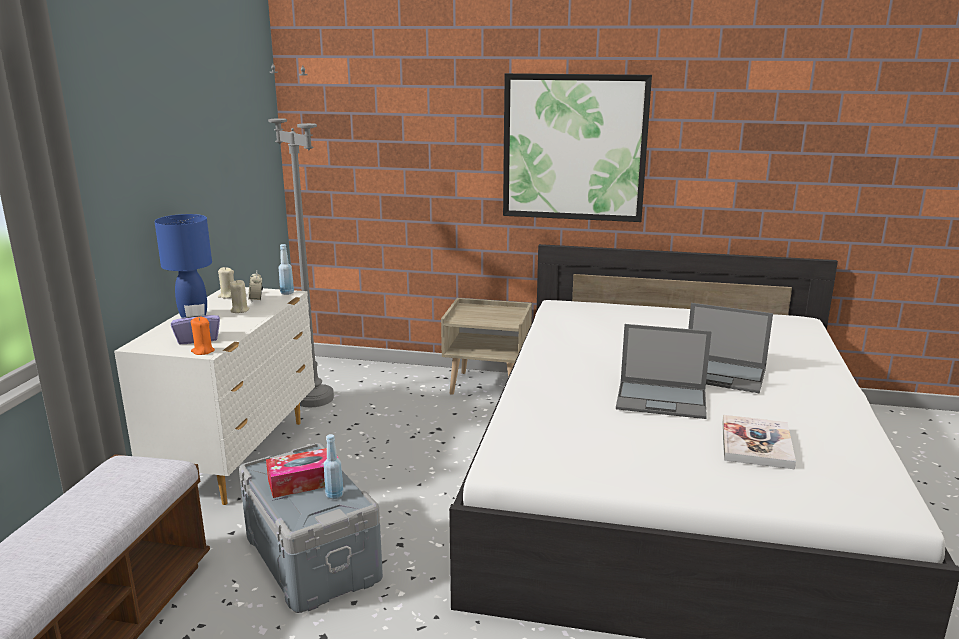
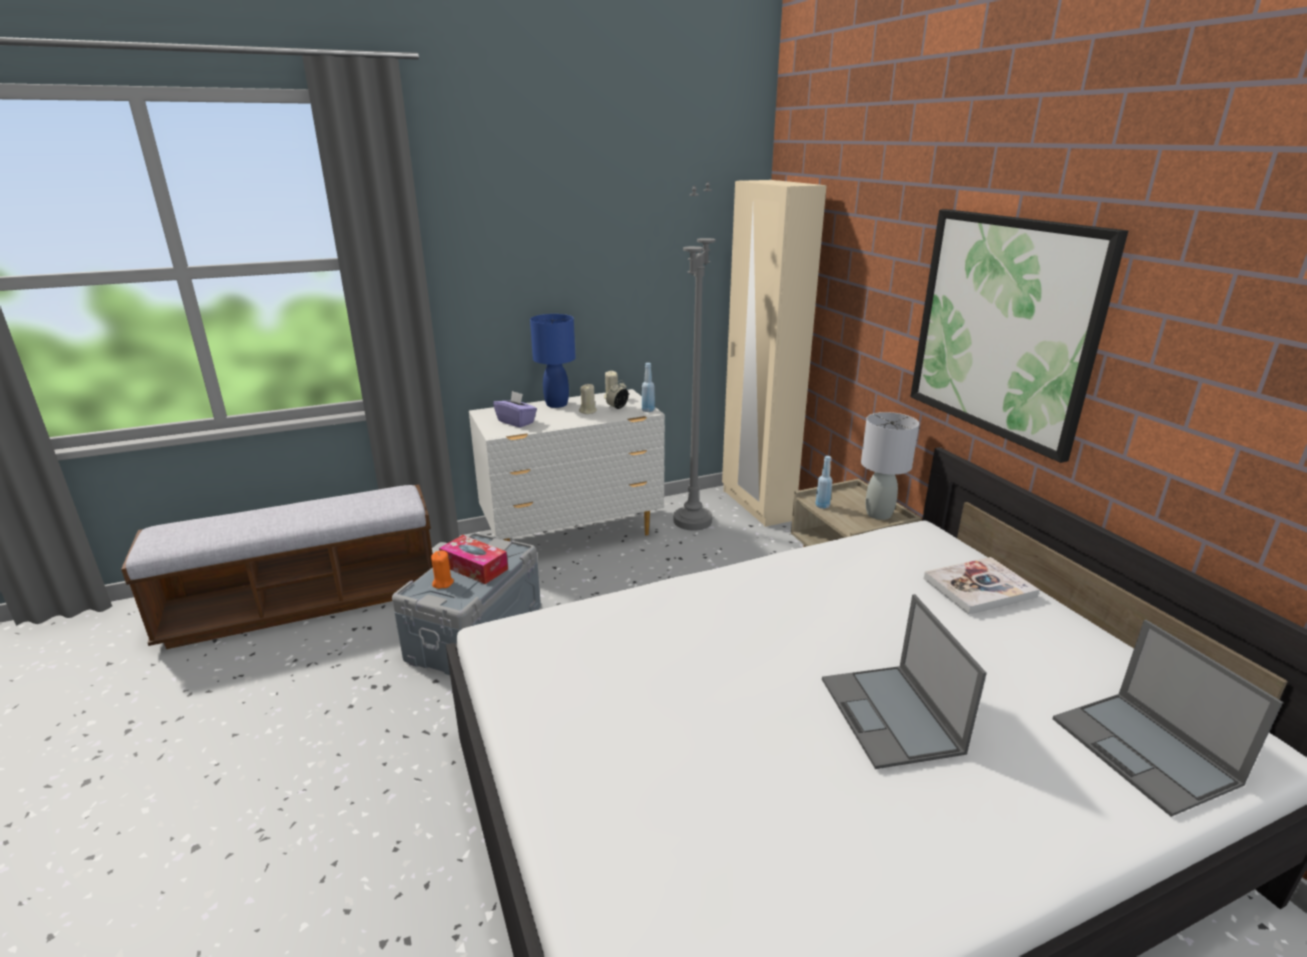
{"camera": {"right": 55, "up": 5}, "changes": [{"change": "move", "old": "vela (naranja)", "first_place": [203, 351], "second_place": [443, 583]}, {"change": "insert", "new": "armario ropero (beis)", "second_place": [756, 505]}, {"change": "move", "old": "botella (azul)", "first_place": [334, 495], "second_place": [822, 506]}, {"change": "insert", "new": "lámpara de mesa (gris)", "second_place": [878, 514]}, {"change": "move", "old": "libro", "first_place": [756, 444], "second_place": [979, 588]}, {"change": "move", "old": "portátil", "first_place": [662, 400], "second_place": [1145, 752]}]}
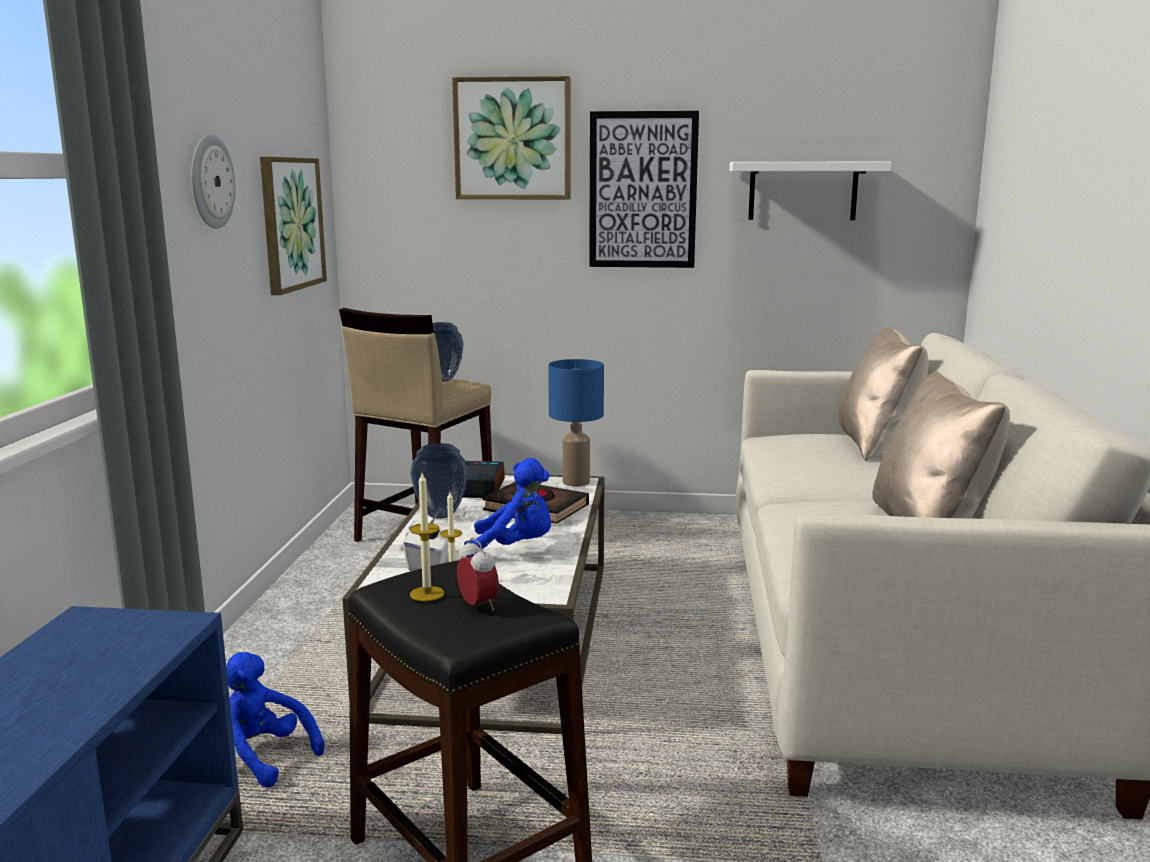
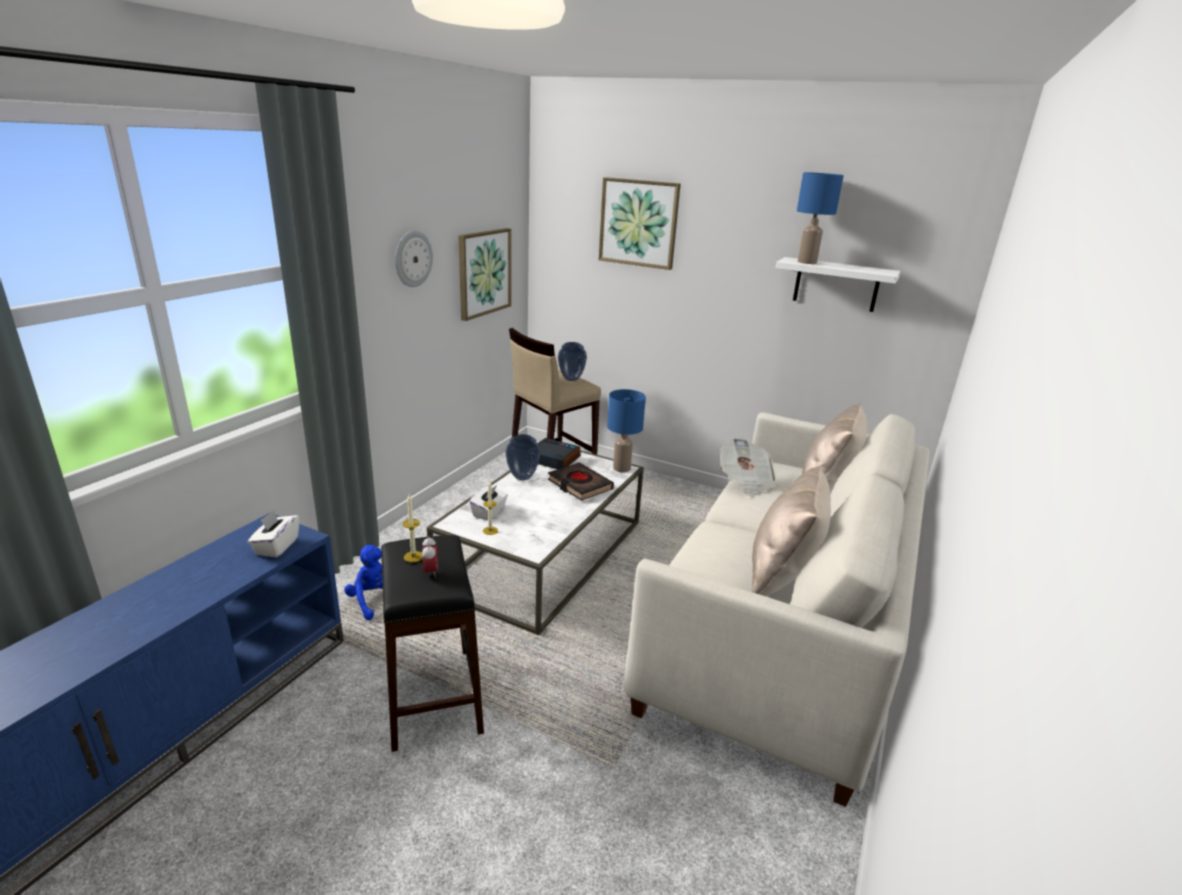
{"camera": {"right": 20, "up": 10}, "changes": [{"change": "insert", "new": "caja de pañuelos (blanco)", "second_place": [276, 546]}, {"change": "insert", "new": "periódico", "second_place": [745, 481]}, {"change": "insert", "new": "lámpara de mesa (azul)", "second_place": [807, 262]}, {"change": "delete", "old": "peluche (azul)", "first_place": [515, 548]}, {"change": "delete", "old": "cuadro", "first_place": [643, 190]}]}
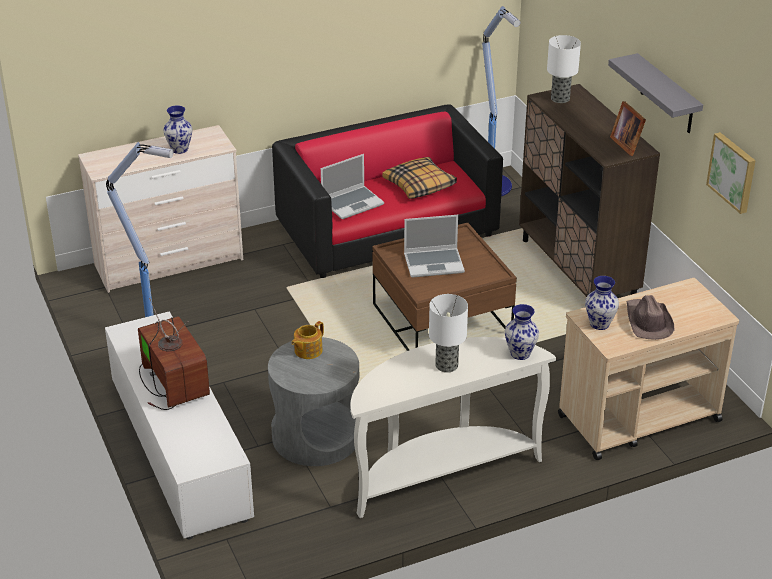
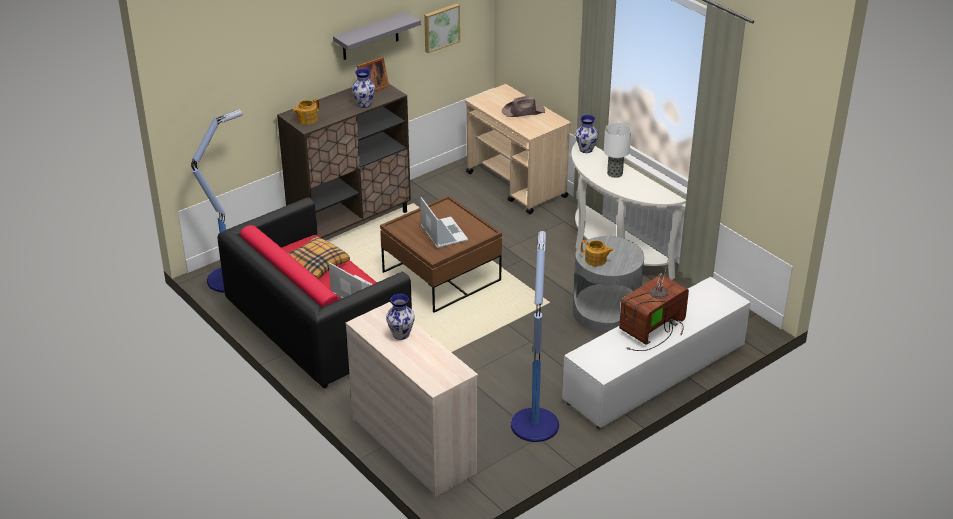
{"camera": {"right": -105, "up": 0}, "changes": [{"change": "replace", "old": "lámpara de mesa", "new": "tetera", "first_place": [560, 99], "second_place": [307, 119]}, {"change": "move", "old": "florero", "first_place": [600, 324], "second_place": [364, 104]}]}
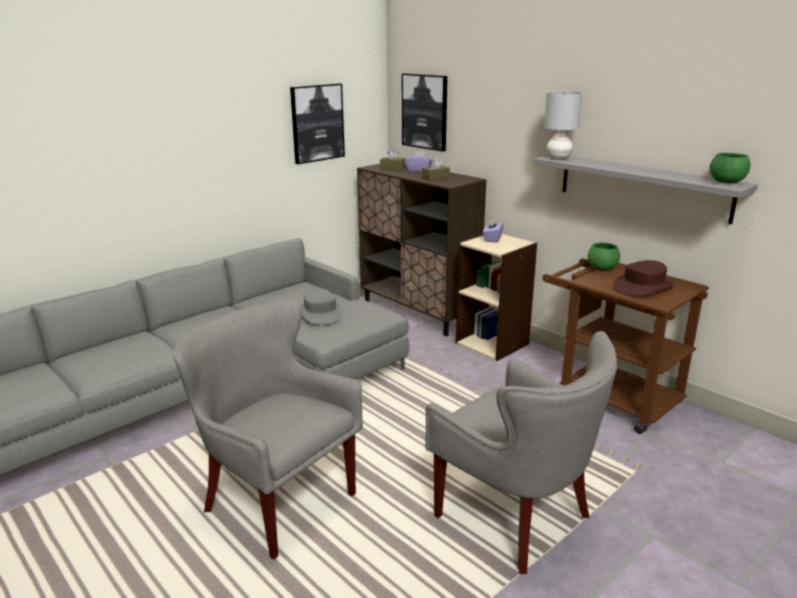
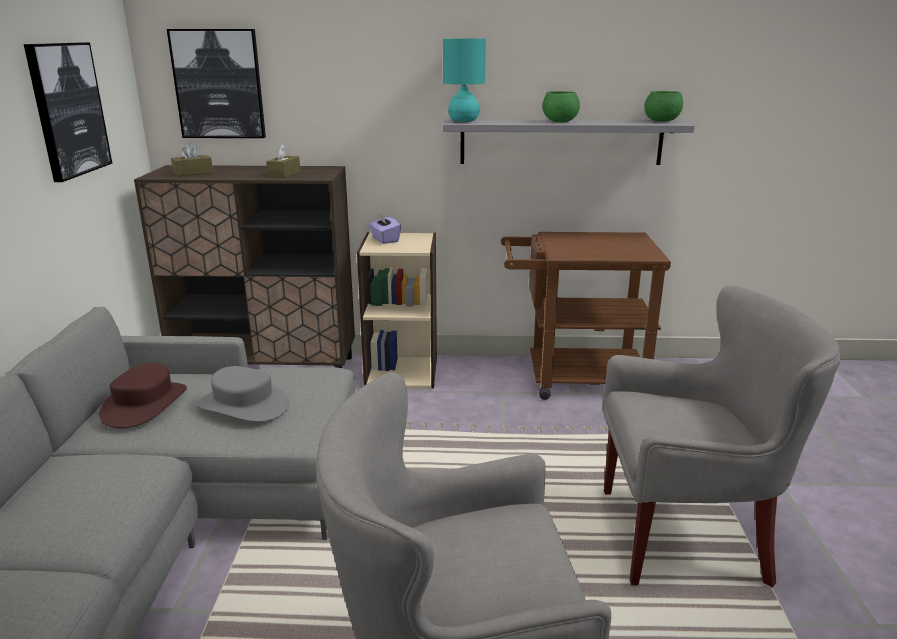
{"camera": {"right": -45, "up": 0}, "changes": [{"change": "move", "old": "sombrero (marrón)", "first_place": [643, 287], "second_place": [145, 404]}, {"change": "recolor", "old": "lámpara de mesa (gris)", "new": "lámpara de mesa (turquesa)", "first_place": [558, 157], "second_place": [463, 121]}, {"change": "move", "old": "cuenco (verde)", "first_place": [602, 268], "second_place": [560, 121]}, {"change": "delete", "old": "caja de pañuelos (morado)", "first_place": [419, 170]}]}
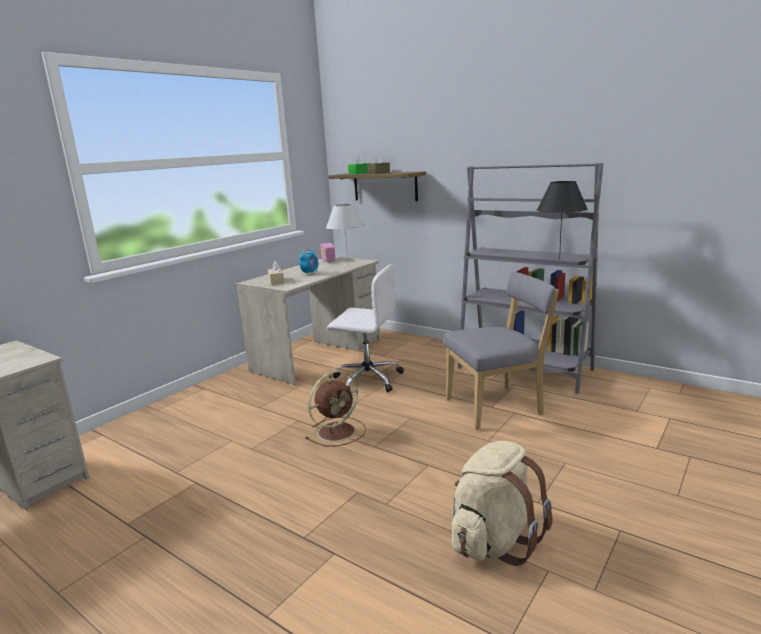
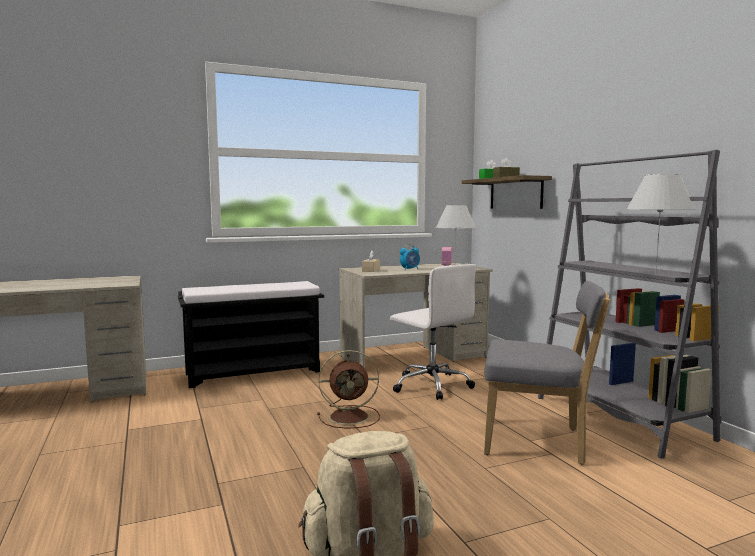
{"camera": {"right": 30, "up": -10}, "changes": [{"change": "insert", "new": "banco (negro)", "second_place": [254, 372]}, {"change": "recolor", "old": "lámpara de mesa (negro)", "new": "lámpara de mesa (blanco)", "first_place": [559, 259], "second_place": [655, 274]}]}
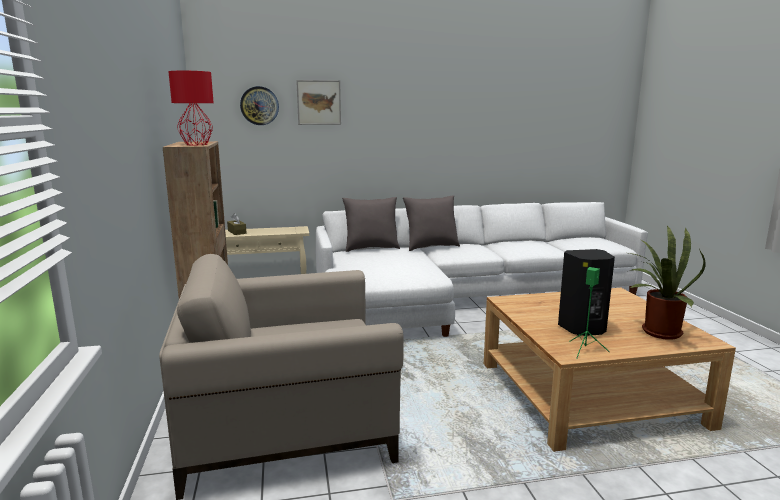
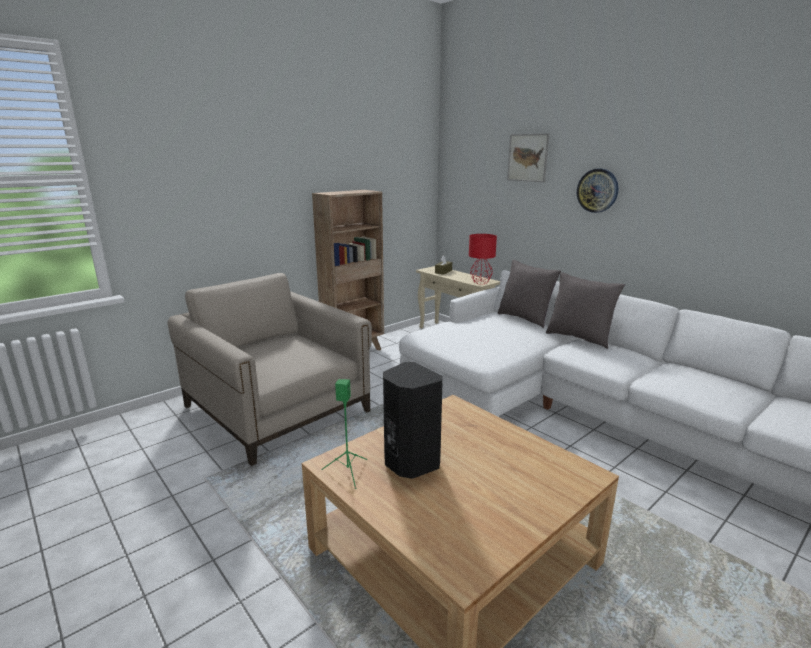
{"camera": {"right": 60, "up": 5}, "changes": [{"change": "move", "old": "lámpara de mesa (rojo)", "first_place": [197, 144], "second_place": [481, 282]}, {"change": "move", "old": "reloj de pared", "first_place": [259, 106], "second_place": [597, 190]}, {"change": "delete", "old": "planta en maceta", "first_place": [657, 332]}]}
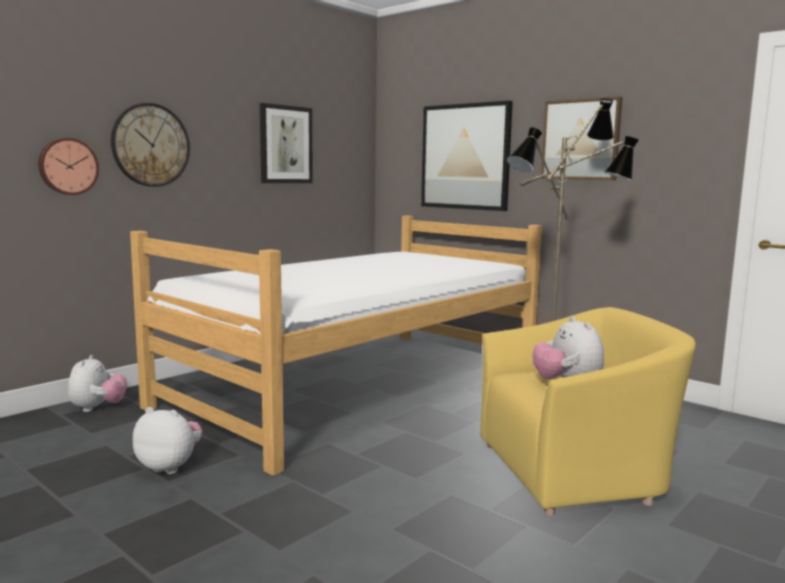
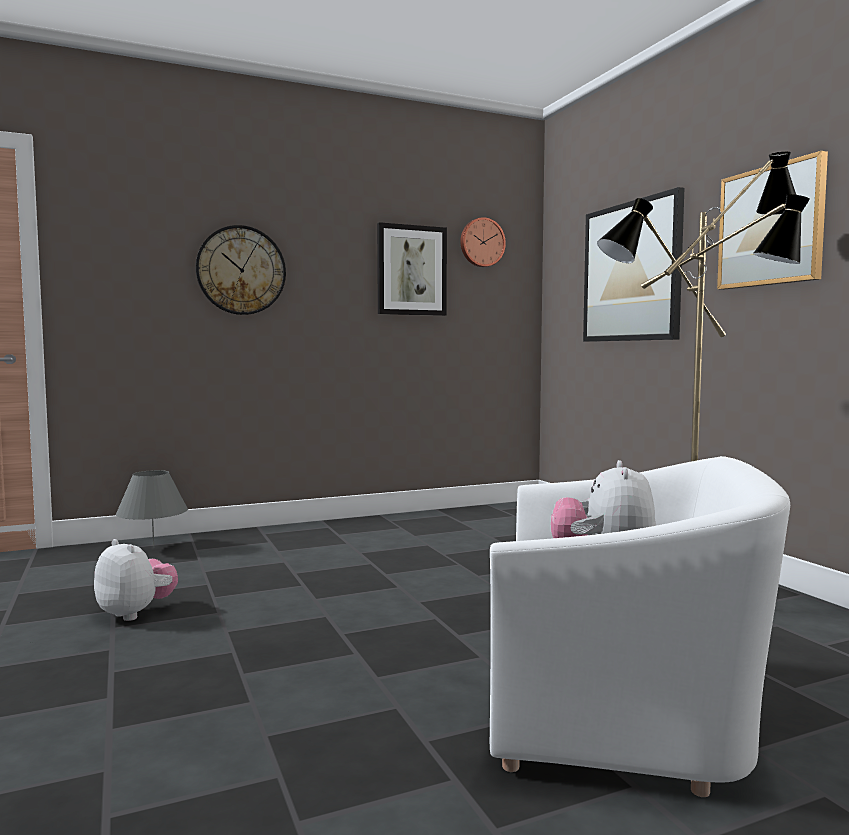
{"camera": {"right": 25, "up": -5}, "changes": [{"change": "replace", "old": "peluche", "new": "lámpara de mesa (gris)", "first_place": [97, 408], "second_place": [153, 547]}, {"change": "move", "old": "reloj de pared", "first_place": [68, 166], "second_place": [481, 242]}, {"change": "recolor", "old": "sillón (amarillo)", "new": "sillón (blanco)", "first_place": [574, 471], "second_place": [621, 713]}, {"change": "delete", "old": "cama", "first_place": [359, 386]}]}
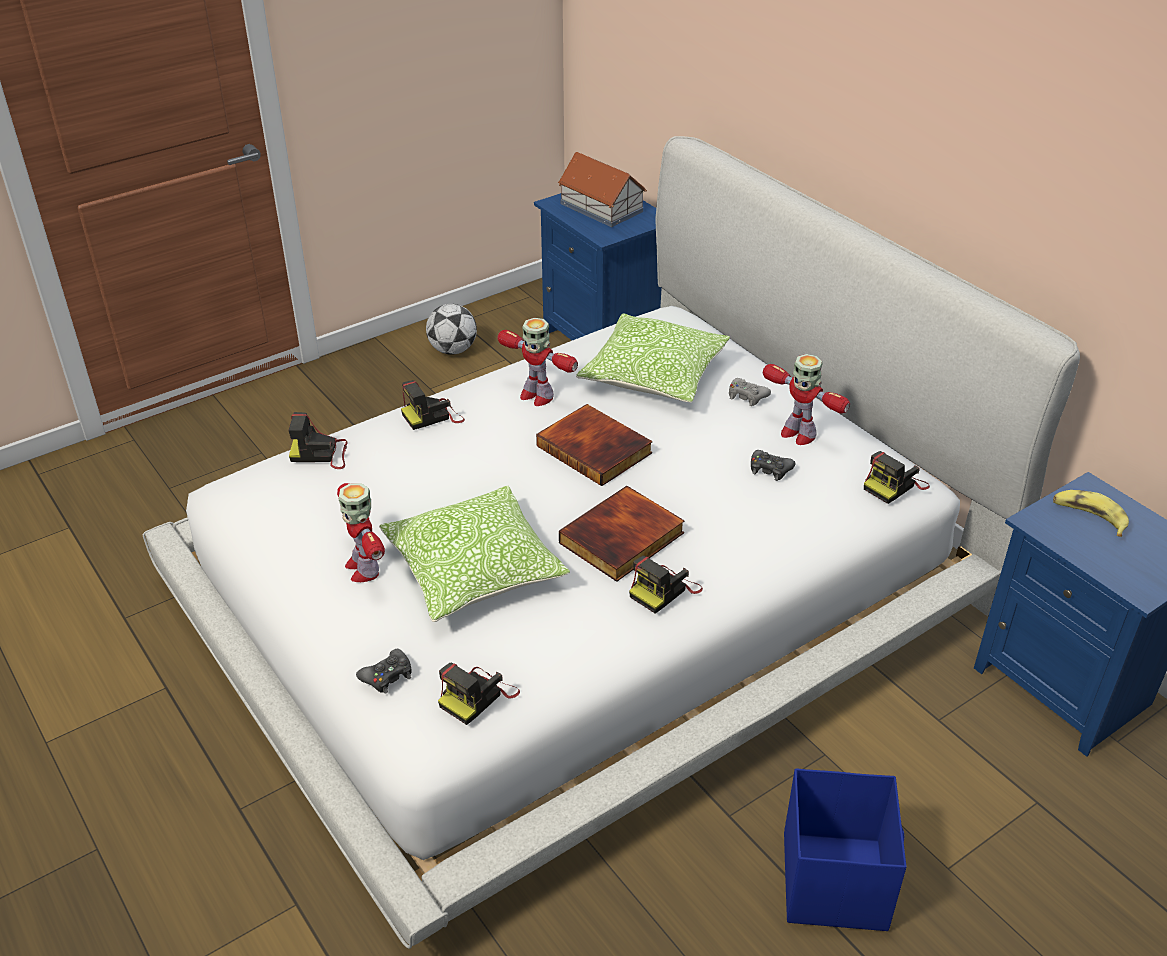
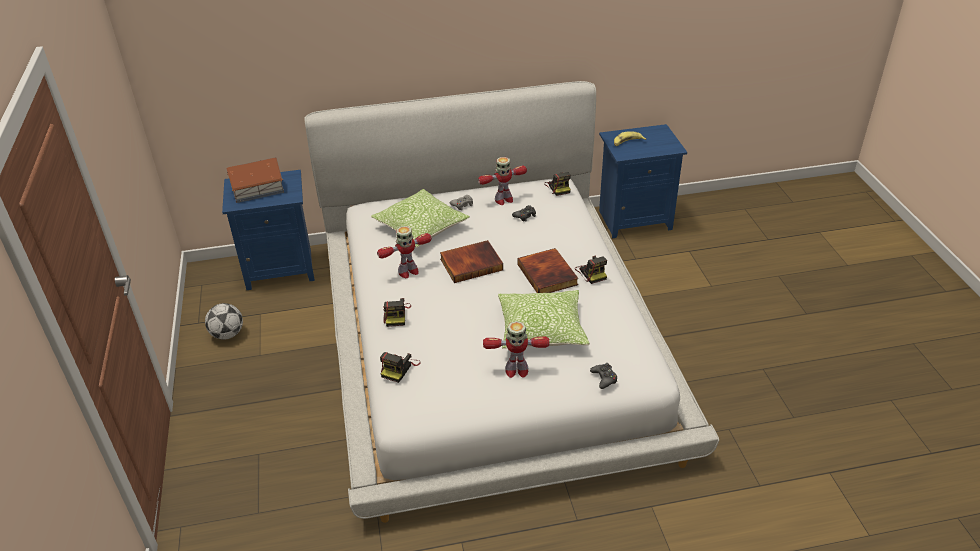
{"camera": {"right": -65, "up": 0}, "changes": [{"change": "delete", "old": "cámara", "first_place": [478, 696]}, {"change": "delete", "old": "caja de almacenaje (azul)", "first_place": [835, 880]}]}
